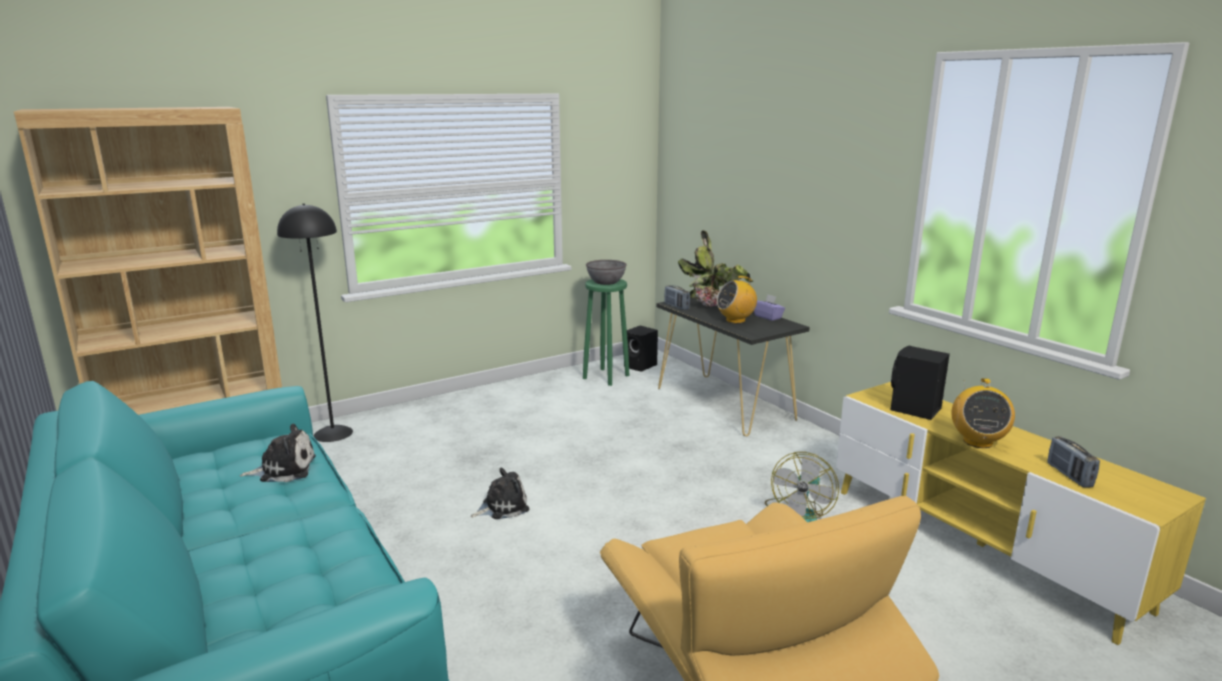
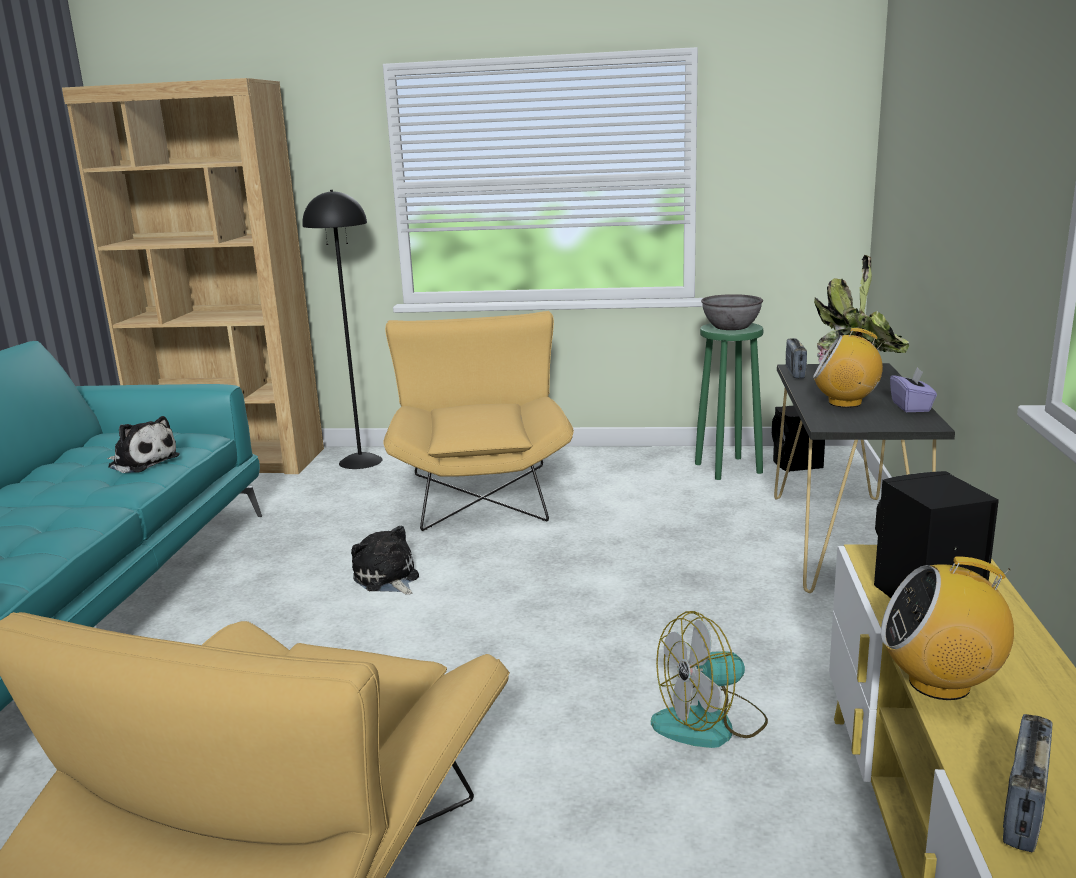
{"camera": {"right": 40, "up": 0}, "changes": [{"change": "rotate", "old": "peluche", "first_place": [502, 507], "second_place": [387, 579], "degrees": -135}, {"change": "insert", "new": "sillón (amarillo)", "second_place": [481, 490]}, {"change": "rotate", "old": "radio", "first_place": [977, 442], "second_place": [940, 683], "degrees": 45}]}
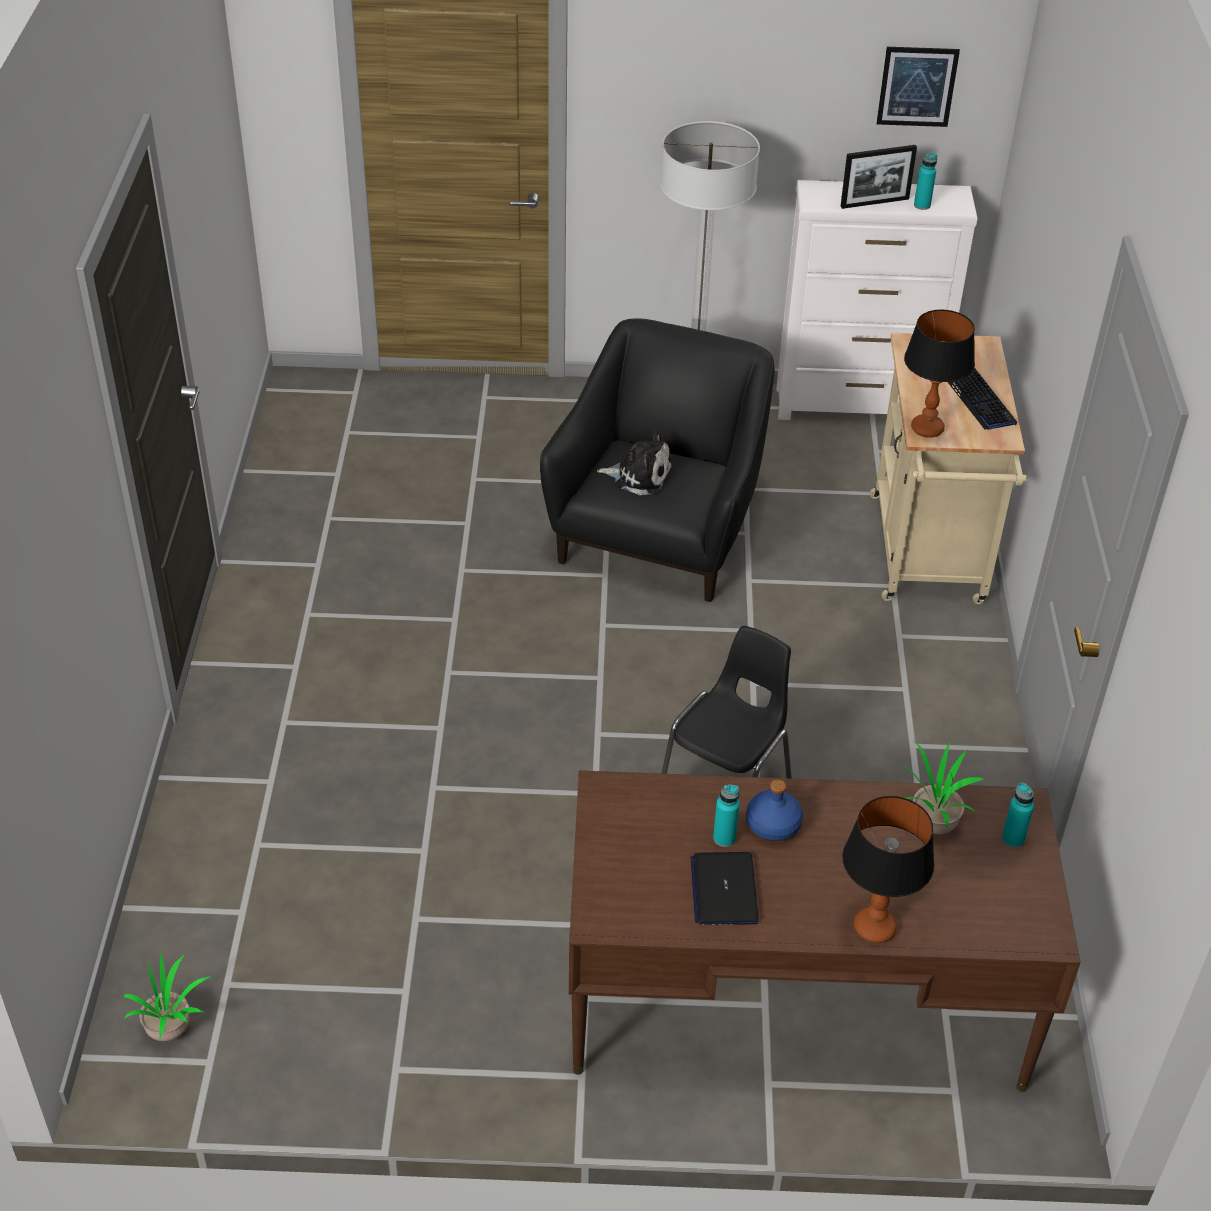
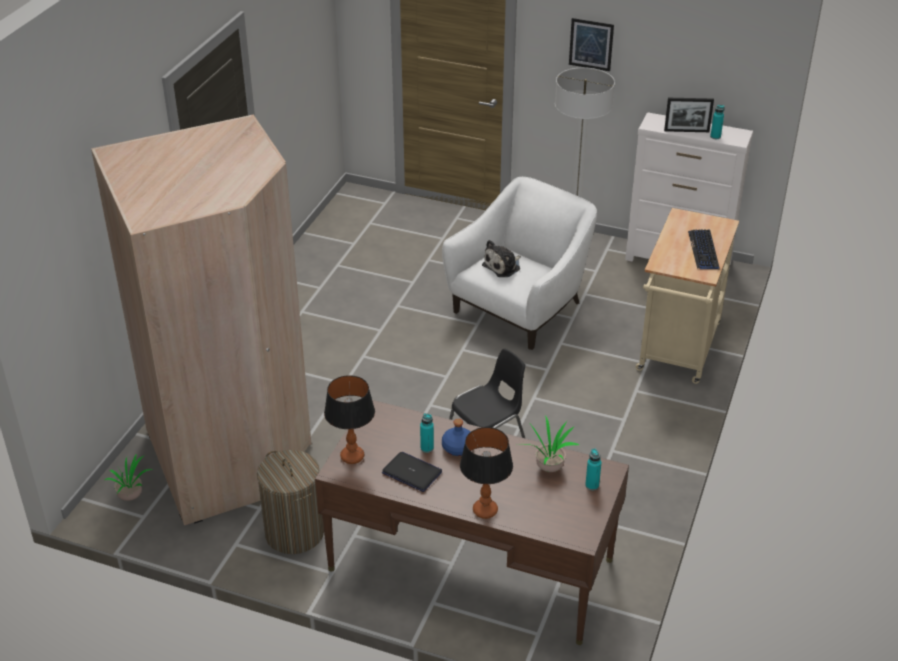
{"camera": {"right": 20, "up": -5}, "changes": [{"change": "insert", "new": "armario ropero (beis)", "second_place": [231, 454]}, {"change": "insert", "new": "cesto de la ropa", "second_place": [294, 532]}, {"change": "move", "old": "lámpara de mesa", "first_place": [926, 428], "second_place": [352, 456]}, {"change": "rotate", "old": "portátil", "first_place": [724, 889], "second_place": [412, 472], "degrees": 105}, {"change": "recolor", "old": "sillón (negro)", "new": "sillón (blanco)", "first_place": [659, 534], "second_place": [520, 308]}, {"change": "rotate", "old": "peluche", "first_place": [639, 475], "second_place": [503, 266], "degrees": 105}, {"change": "move", "old": "cuadro", "first_place": [917, 86], "second_place": [591, 44]}]}
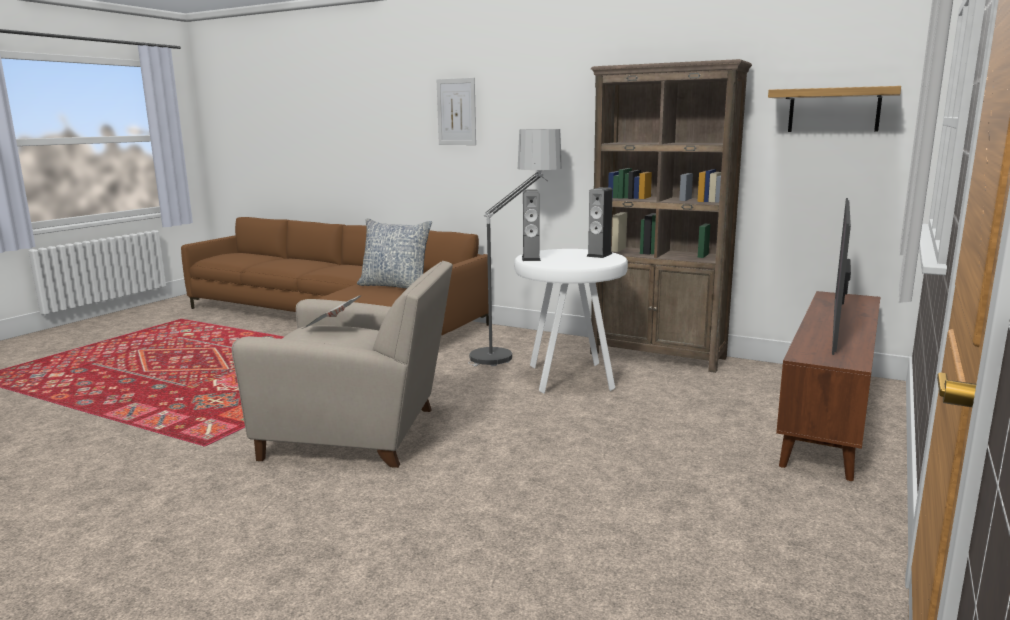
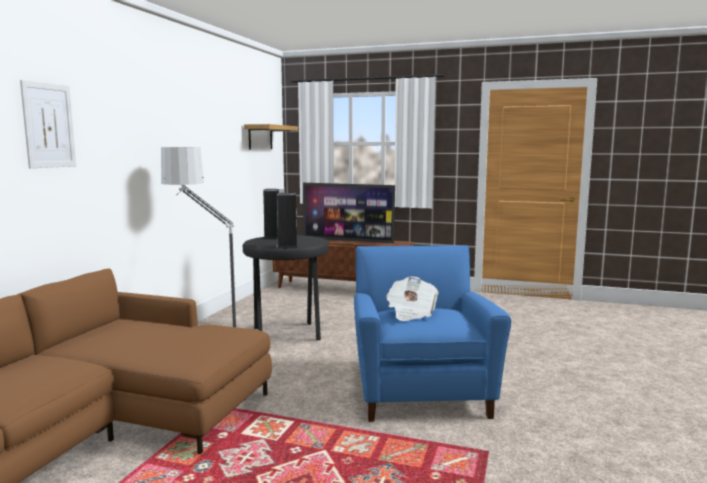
{"camera": {"right": -100, "up": -5}, "changes": [{"change": "recolor", "old": "taburete (blanco)", "new": "taburete (negro)", "first_place": [569, 379], "second_place": [288, 334]}, {"change": "recolor", "old": "sillón (beis)", "new": "sillón (azul)", "first_place": [361, 433], "second_place": [419, 388]}, {"change": "delete", "old": "cojín", "first_place": [395, 286]}, {"change": "delete", "old": "estantería (marrón)", "first_place": [658, 356]}]}
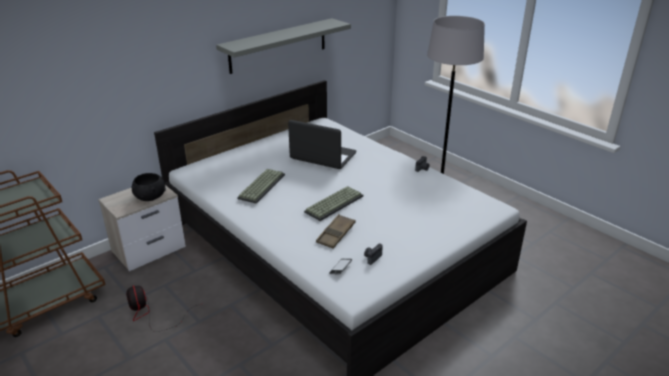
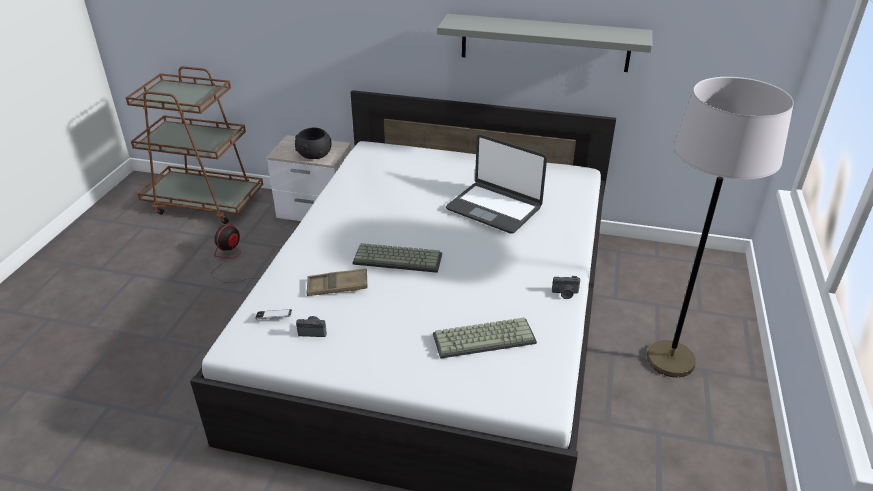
{"camera": {"right": 55, "up": 5}, "changes": [{"change": "move", "old": "teclado", "first_place": [261, 186], "second_place": [484, 337]}, {"change": "rotate", "old": "portátil", "first_place": [323, 156], "second_place": [494, 208], "degrees": 135}]}
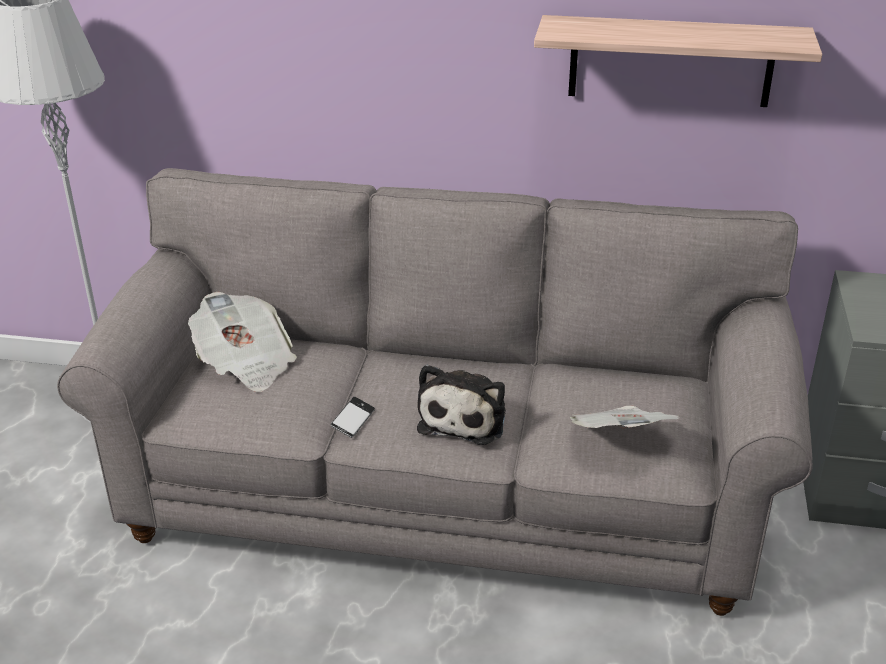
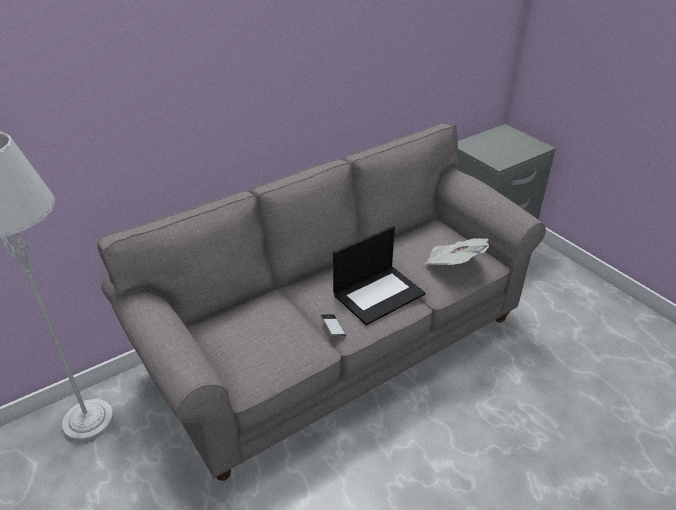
{"camera": {"right": -45, "up": 5}, "changes": [{"change": "replace", "old": "peluche", "new": "portátil", "first_place": [465, 418], "second_place": [379, 294]}, {"change": "delete", "old": "periódico", "first_place": [245, 364]}, {"change": "delete", "old": "estante", "first_place": [670, 61]}]}
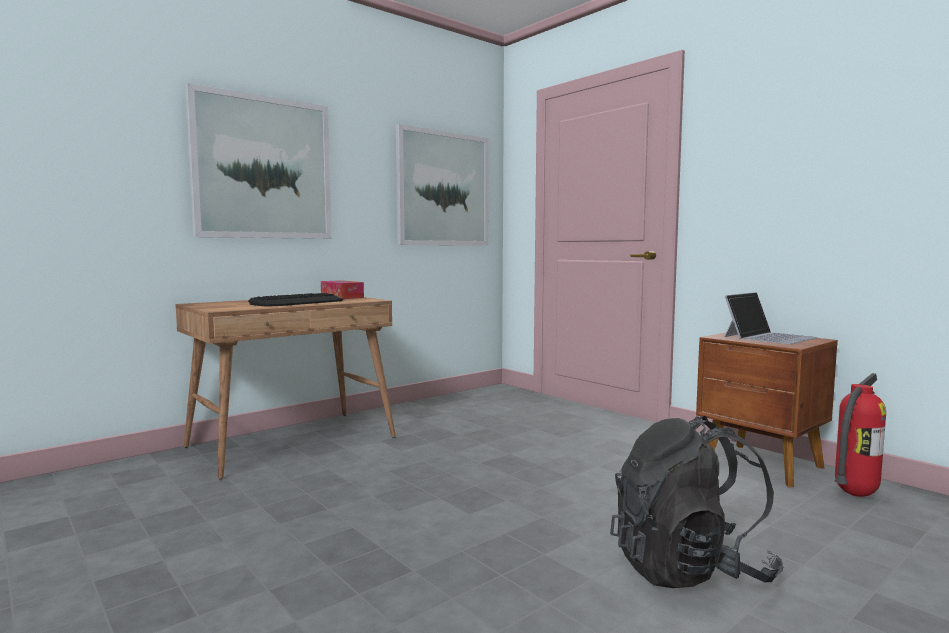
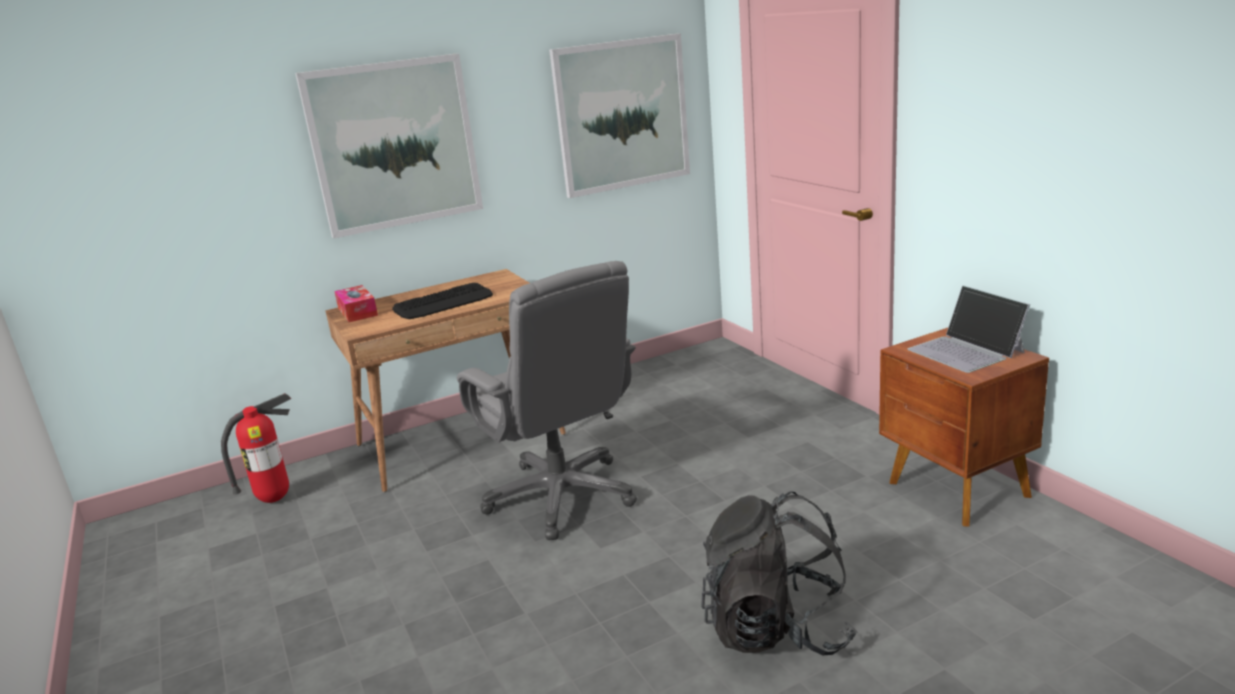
{"camera": {"right": 15, "up": 15}, "changes": [{"change": "move", "old": "extintor", "first_place": [854, 494], "second_place": [274, 499]}, {"change": "move", "old": "caja de pañuelos", "first_place": [342, 297], "second_place": [357, 312]}, {"change": "insert", "new": "silla de oficina (gris)", "second_place": [562, 496]}, {"change": "rotate", "old": "portátil", "first_place": [769, 337], "second_place": [966, 351], "degrees": 90}]}
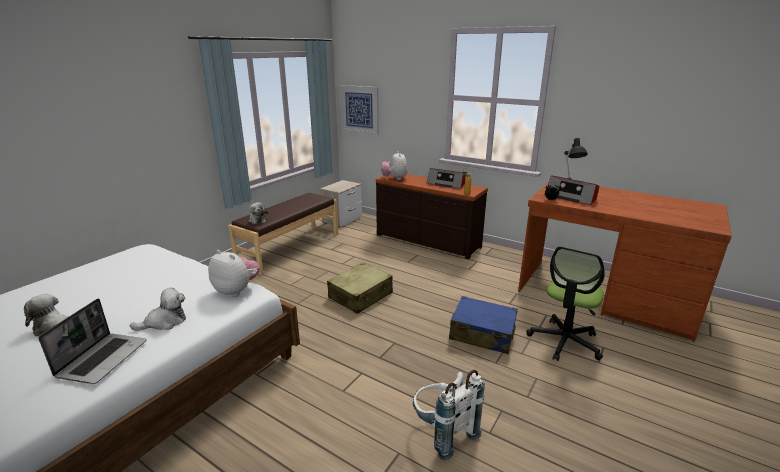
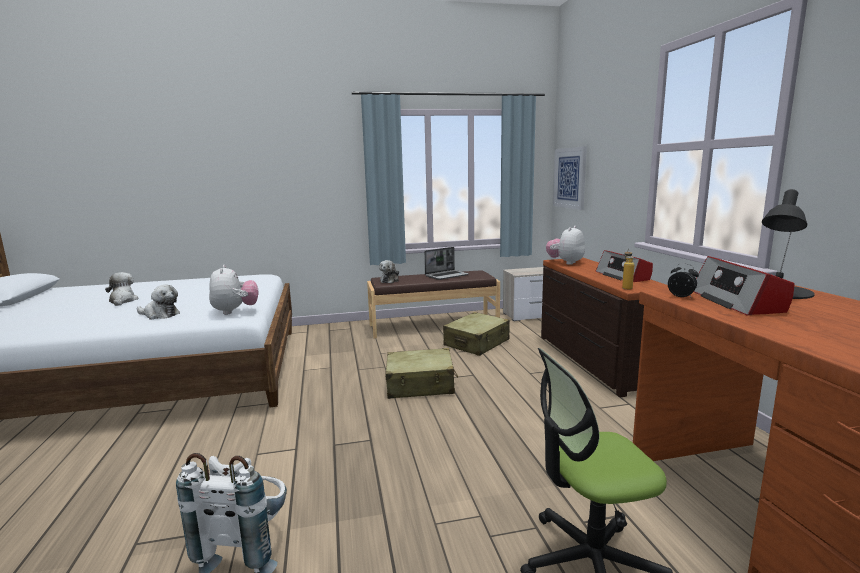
{"camera": {"right": 45, "up": -10}, "changes": [{"change": "move", "old": "portátil", "first_place": [103, 358], "second_place": [447, 275]}, {"change": "insert", "new": "maleta (beis)", "second_place": [477, 343]}, {"change": "delete", "old": "maleta (azul)", "first_place": [482, 334]}]}
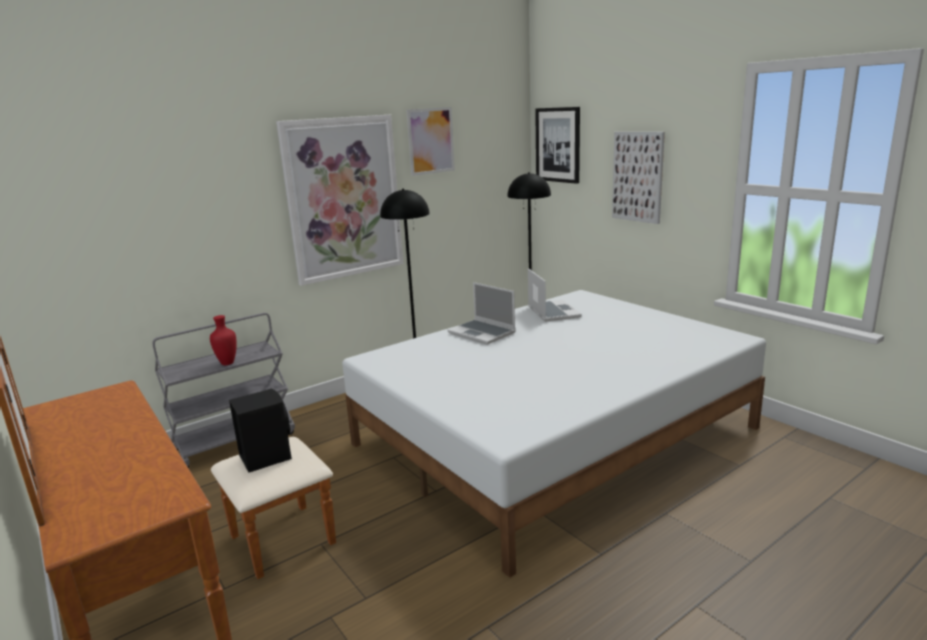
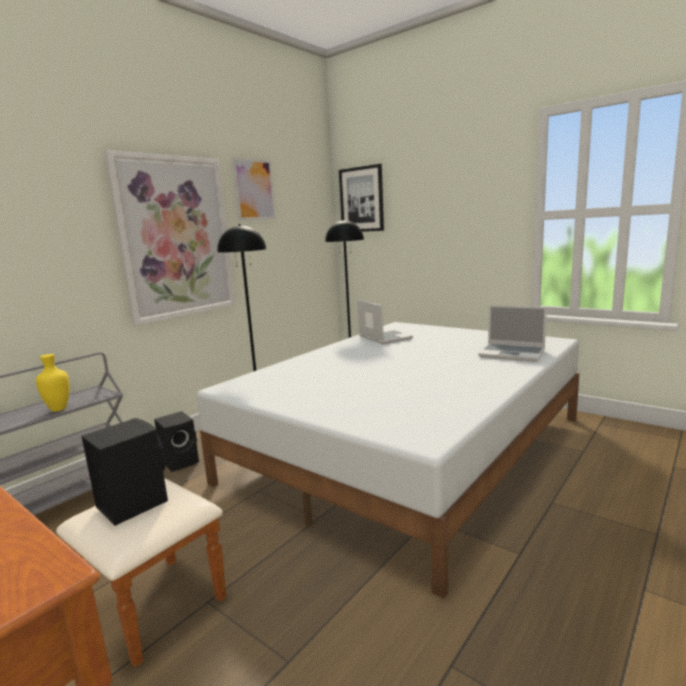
{"camera": {"right": -15, "up": -5}, "changes": [{"change": "recolor", "old": "florero (rojo)", "new": "florero (amarillo)", "first_place": [226, 363], "second_place": [57, 410]}, {"change": "insert", "new": "altavoz (negro)", "second_place": [181, 461]}, {"change": "move", "old": "portátil", "first_place": [483, 333], "second_place": [513, 354]}, {"change": "delete", "old": "cuadro", "first_place": [638, 177]}]}
